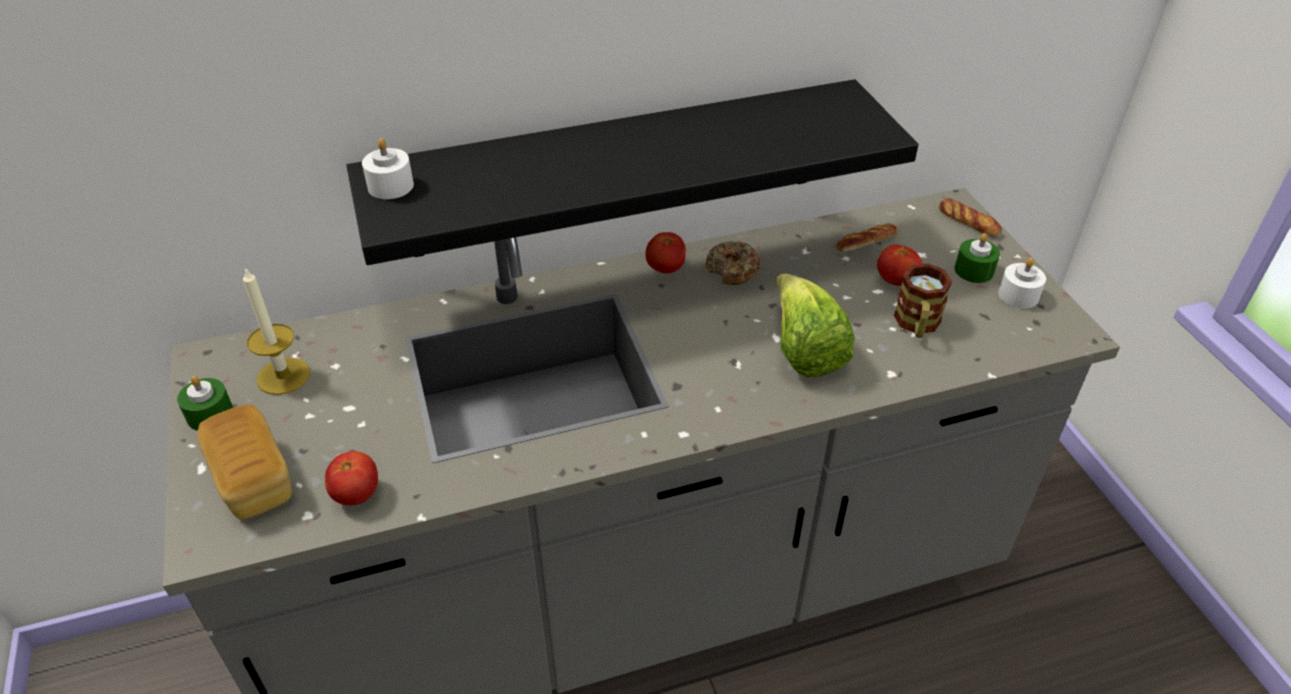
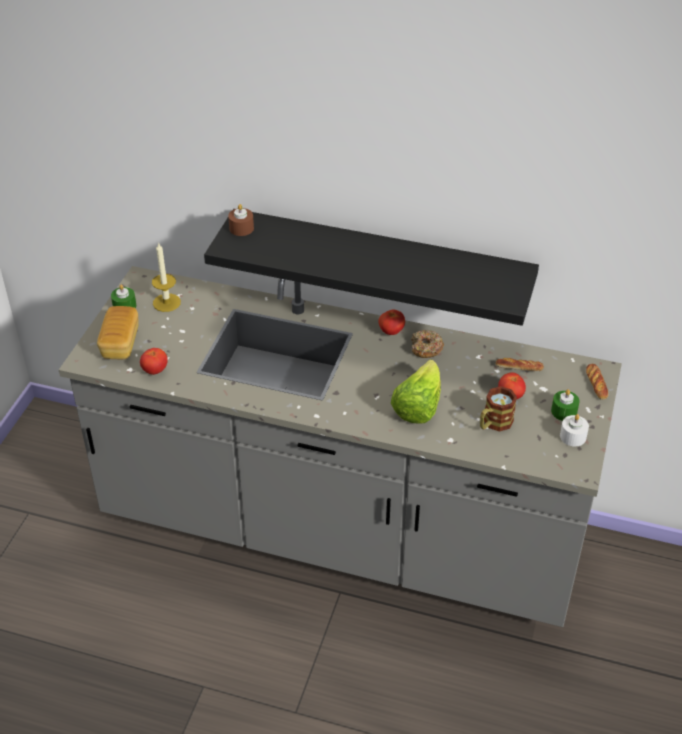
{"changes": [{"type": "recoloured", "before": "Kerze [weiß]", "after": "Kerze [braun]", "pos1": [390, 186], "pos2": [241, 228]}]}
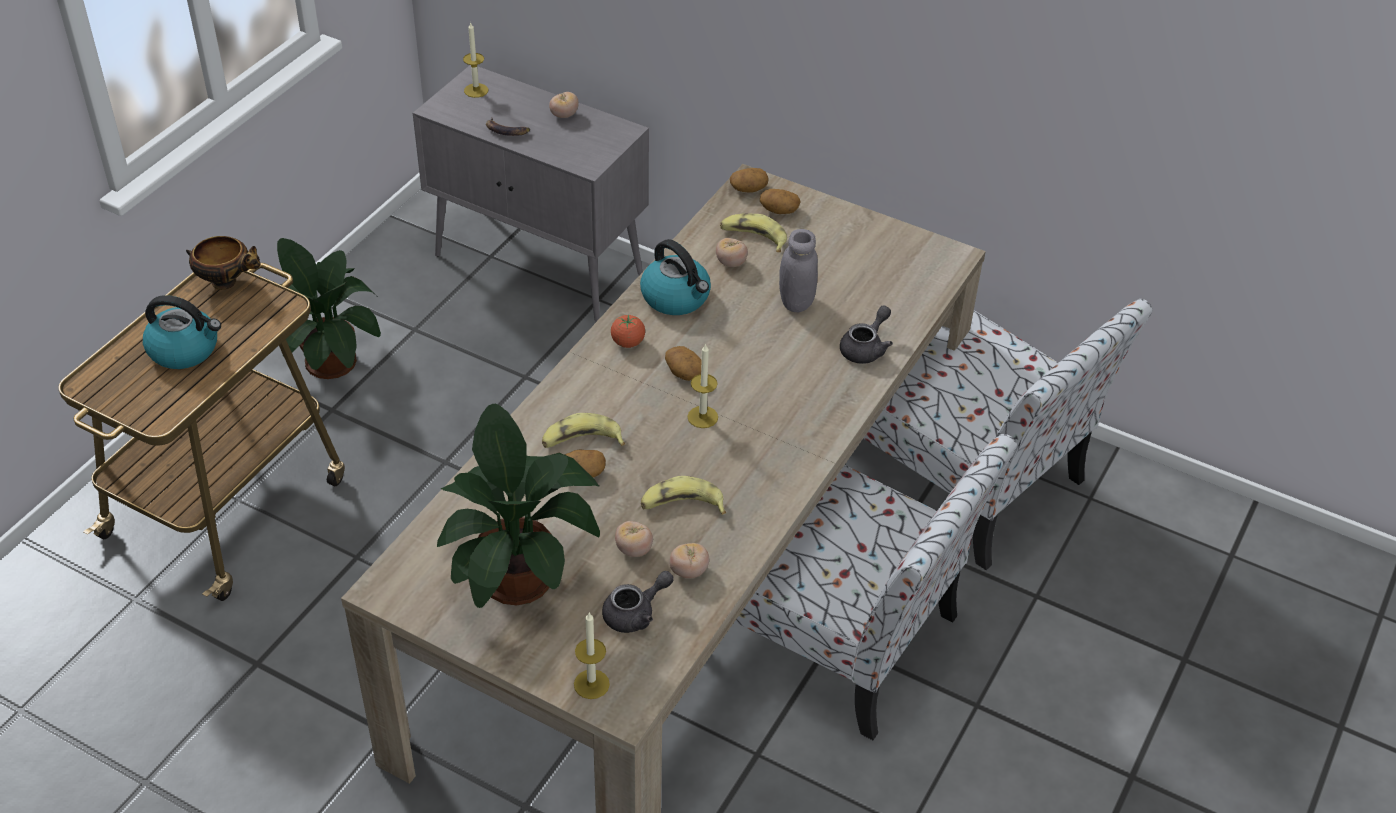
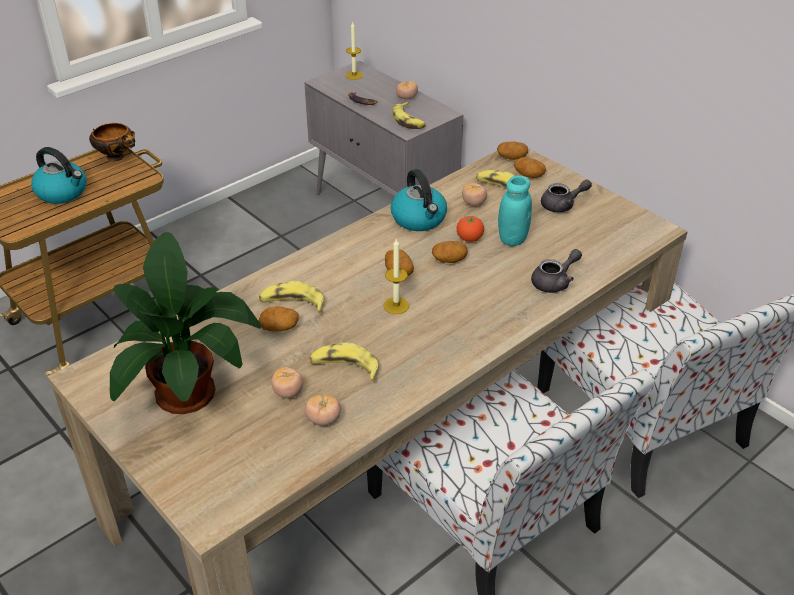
{"changes": [{"type": "removed", "before": "Topfpflanze", "pos1": [329, 358]}, {"type": "removed", "before": "Kerze", "pos1": [591, 684]}, {"type": "moved", "before": "Teekanne [grau]", "pos1": [635, 613], "pos2": [562, 205]}, {"type": "moved", "before": "Tomate", "pos1": [628, 343], "pos2": [469, 239]}, {"type": "recoloured", "before": "Vorratsglas [grau]", "after": "Vorratsglas [türkis]", "pos1": [796, 302], "pos2": [512, 239]}, {"type": "added", "after": "Banane", "pos2": [409, 121]}, {"type": "added", "after": "Kartoffel", "pos2": [449, 259]}]}
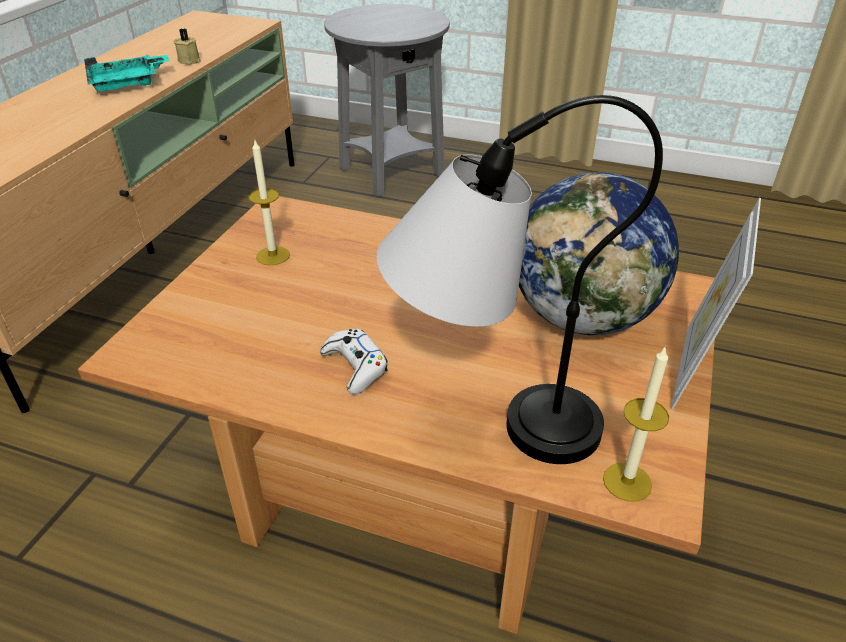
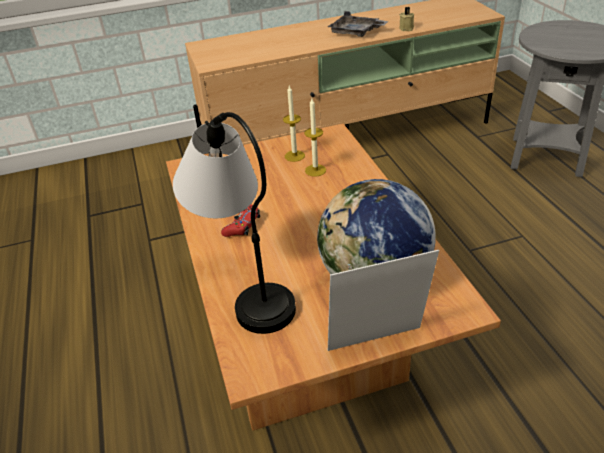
{"changes": [{"type": "recoloured", "before": "Tablett [türkis]", "after": "Tablett [grau]", "pos1": [128, 84], "pos2": [356, 32]}, {"type": "recoloured", "before": "Gamepad [weiß]", "after": "Gamepad [rot]", "pos1": [355, 367], "pos2": [242, 225]}, {"type": "moved", "before": "Kerze", "pos1": [627, 482], "pos2": [315, 170]}]}
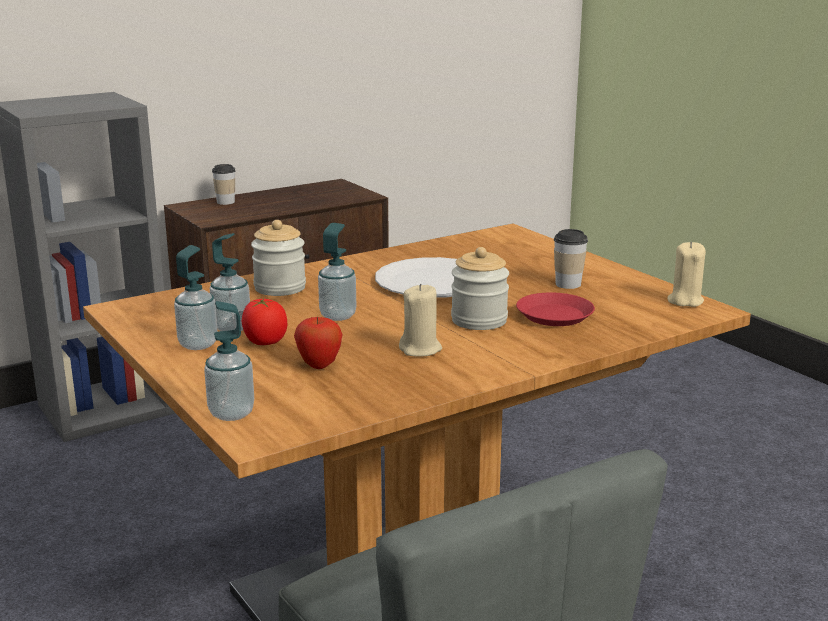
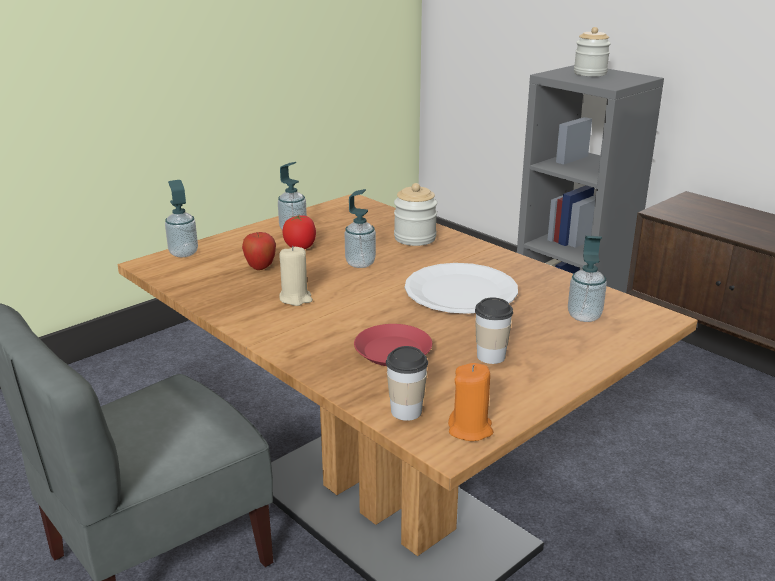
{"changes": [{"type": "moved", "before": "Seifenspender", "pos1": [232, 328], "pos2": [584, 316]}, {"type": "moved", "before": "Tasse", "pos1": [225, 202], "pos2": [406, 411]}, {"type": "moved", "before": "Vorratsglas", "pos1": [479, 320], "pos2": [590, 73]}, {"type": "recoloured", "before": "Kerze [beige]", "after": "Kerze [orange]", "pos1": [685, 301], "pos2": [470, 429]}]}
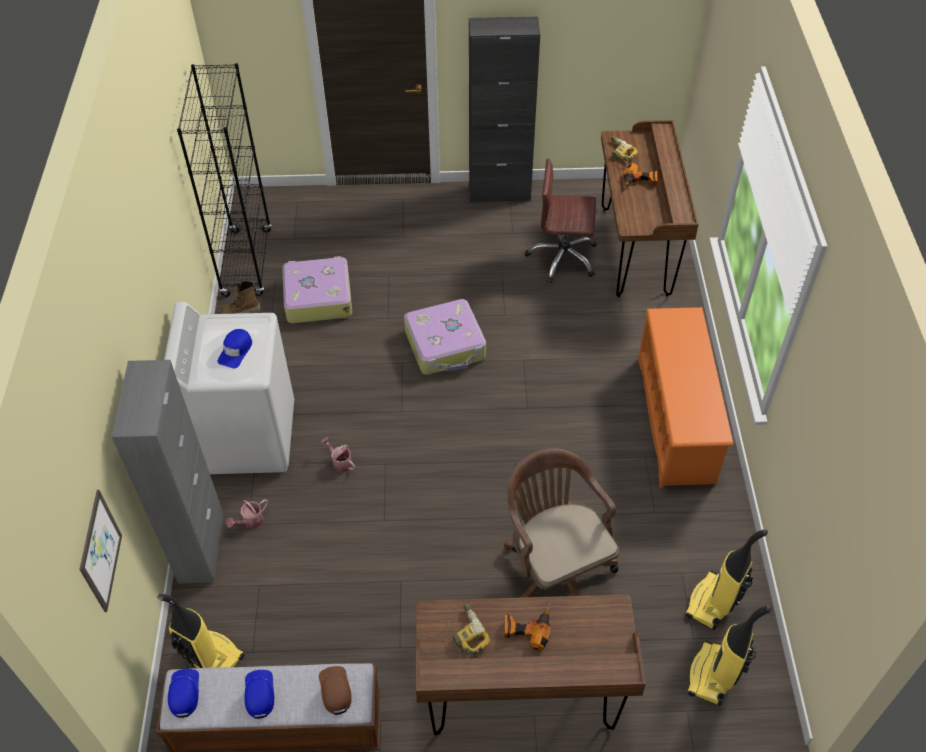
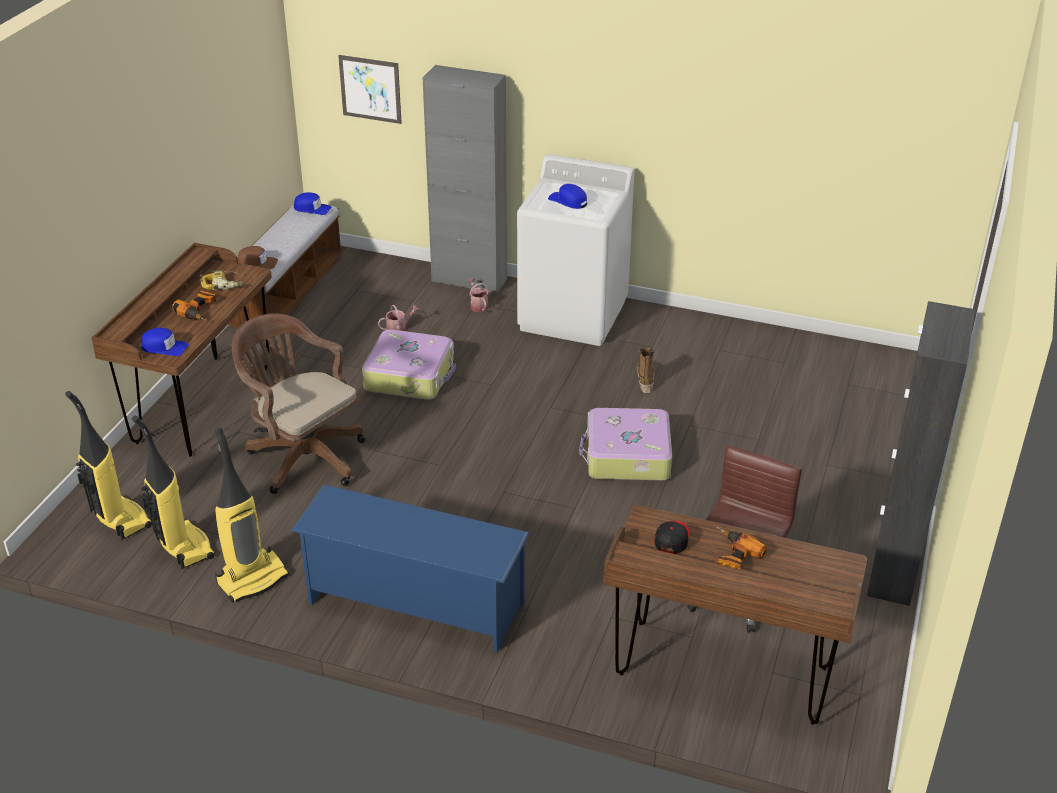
{"changes": [{"type": "moved", "before": "Staubsauger", "pos1": [210, 655], "pos2": [252, 579]}, {"type": "removed", "before": "Bücherregal [schwarz]", "pos1": [247, 263]}, {"type": "moved", "before": "Stiefel", "pos1": [241, 312], "pos2": [645, 380]}, {"type": "moved", "before": "Kappe [blau]", "pos1": [259, 694], "pos2": [164, 347]}, {"type": "moved", "before": "Koffer", "pos1": [317, 297], "pos2": [410, 375]}, {"type": "moved", "before": "Gießkanne", "pos1": [340, 462], "pos2": [399, 329]}, {"type": "turned", "before": "Bürostuhl [braun]", "pos1": [554, 569], "pos2": [303, 456], "turn": -135}, {"type": "removed", "before": "Bohrmaschine", "pos1": [618, 153]}, {"type": "recoloured", "before": "Schuhregal [orange]", "after": "Schuhregal [blau]", "pos1": [675, 420], "pos2": [414, 603]}, {"type": "added", "after": "Kappe [schwarz]", "pos2": [672, 539]}]}
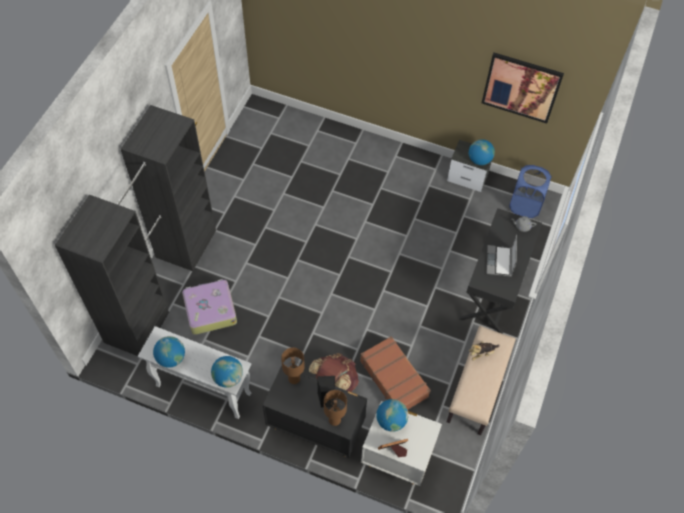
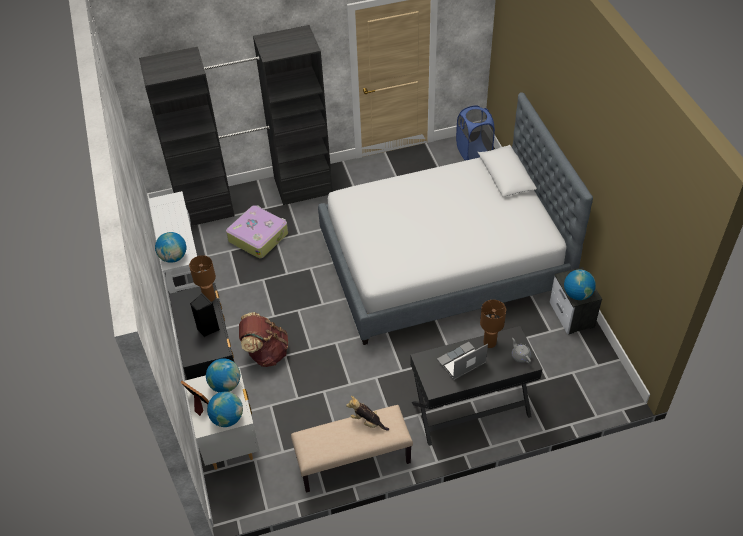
{"changes": [{"type": "moved", "before": "Globus", "pos1": [171, 358], "pos2": [227, 418]}, {"type": "moved", "before": "Tischlampe [braun]", "pos1": [334, 420], "pos2": [489, 343]}, {"type": "removed", "before": "Koffer [braun]", "pos1": [394, 378]}, {"type": "removed", "before": "Bild", "pos1": [521, 87]}, {"type": "moved", "before": "Wäschekorb [blau]", "pos1": [525, 205], "pos2": [473, 152]}, {"type": "added", "after": "Bett", "pos2": [443, 262]}]}
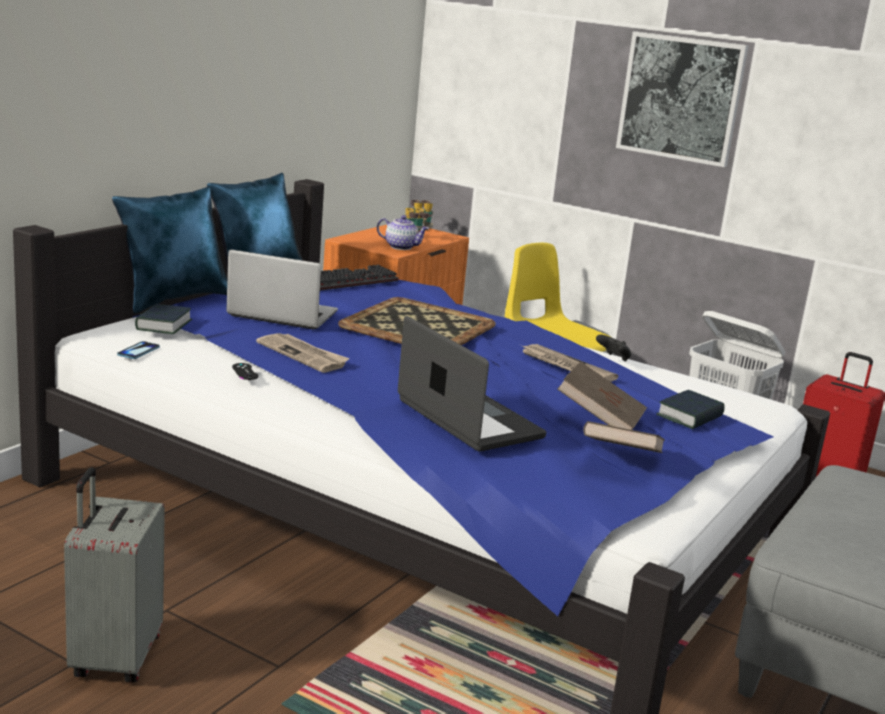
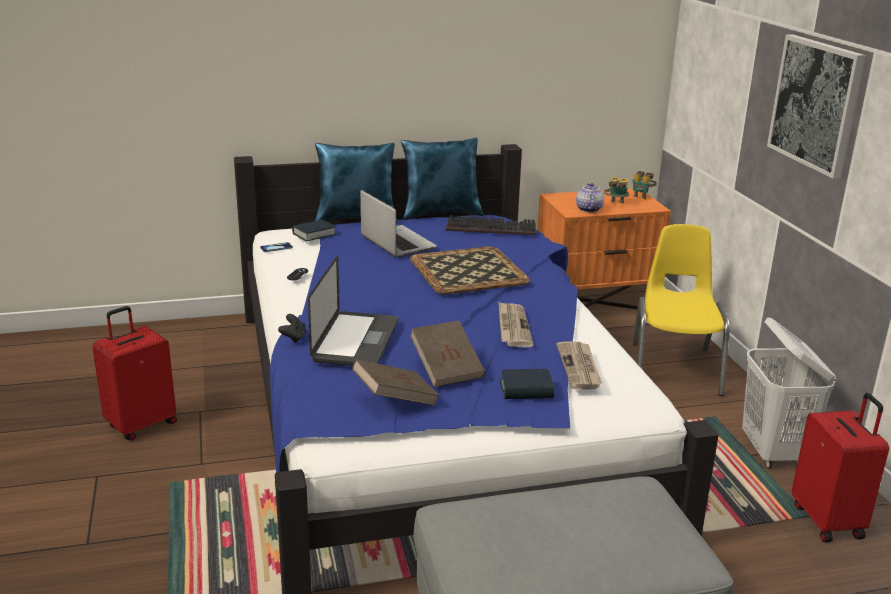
{"changes": [{"type": "recoloured", "before": "Koffer [grau]", "after": "Koffer [rot]", "pos1": [114, 658], "pos2": [141, 424]}, {"type": "moved", "before": "Zeitung", "pos1": [303, 355], "pos2": [580, 367]}, {"type": "turned", "before": "Teekanne", "pos1": [401, 247], "pos2": [588, 209], "turn": -150}, {"type": "moved", "before": "Gamepad [schwarz]", "pos1": [613, 358], "pos2": [293, 338]}]}
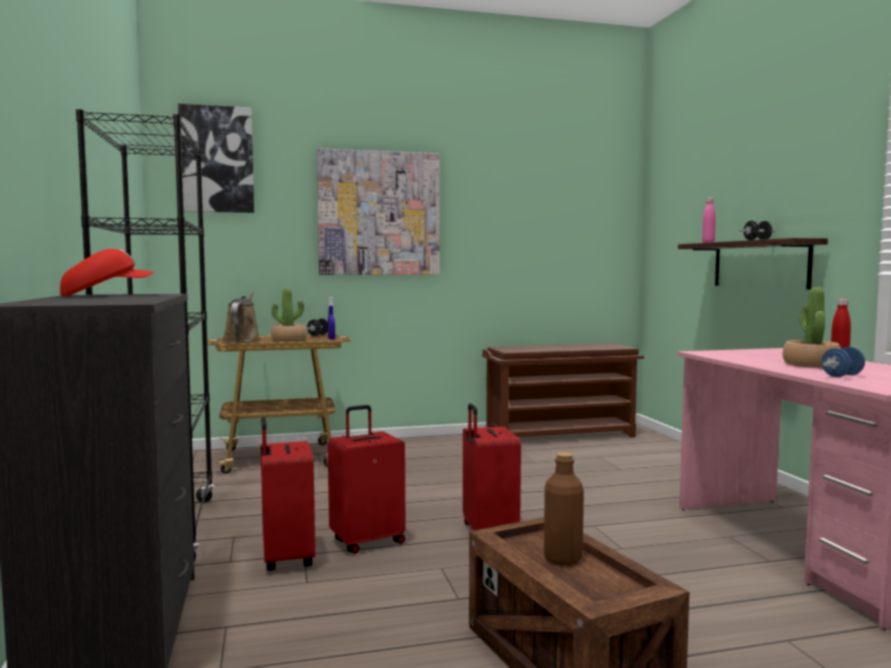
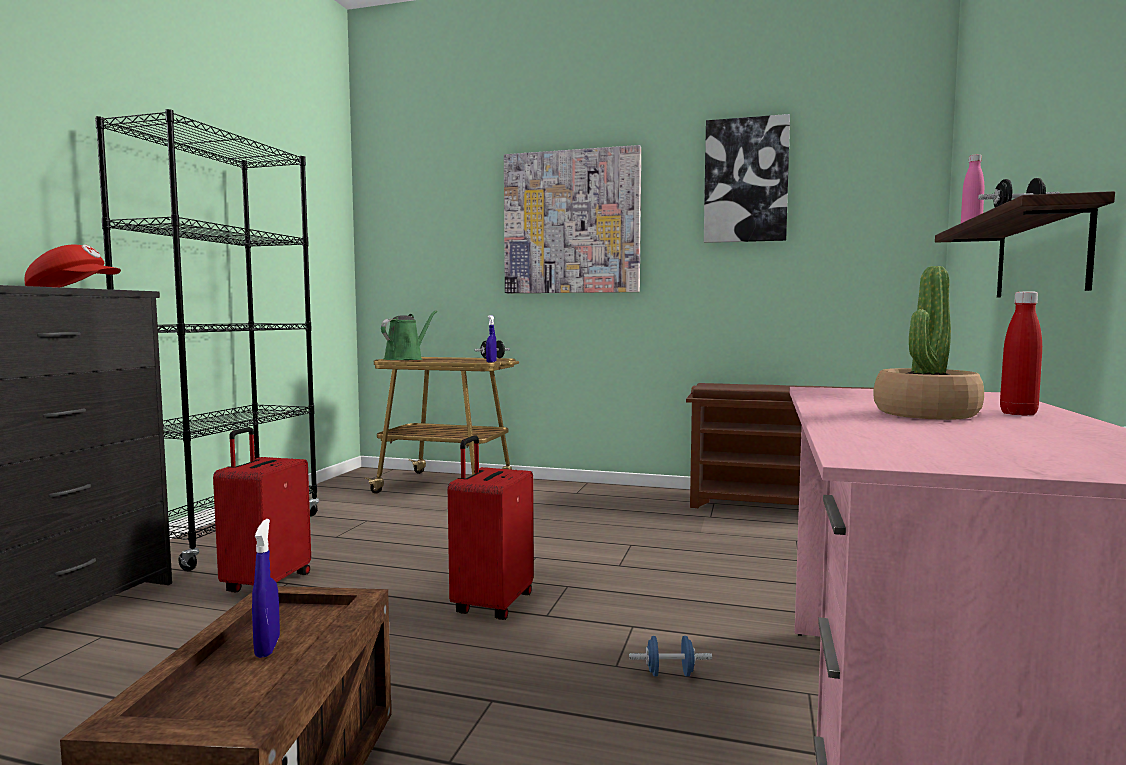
{"changes": [{"type": "moved", "before": "Bild", "pos1": [217, 159], "pos2": [745, 181]}, {"type": "recoloured", "before": "Gießkanne [braun]", "after": "Gießkanne [grün]", "pos1": [242, 340], "pos2": [406, 359]}, {"type": "removed", "before": "Topfpflanze", "pos1": [289, 340]}, {"type": "removed", "before": "Koffer [rot]", "pos1": [367, 541]}, {"type": "replaced", "before": "Flasche [braun]", "after": "Sprühflasche [blau]", "pos1": [562, 558], "pos2": [267, 647]}, {"type": "moved", "before": "Hantel [blau]", "pos1": [842, 376], "pos2": [670, 674]}]}
